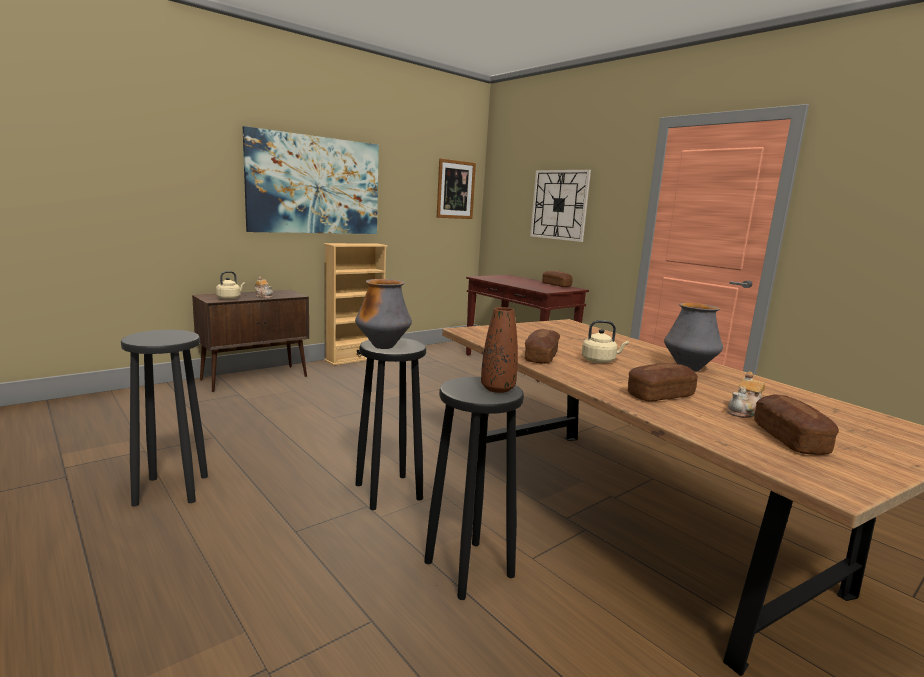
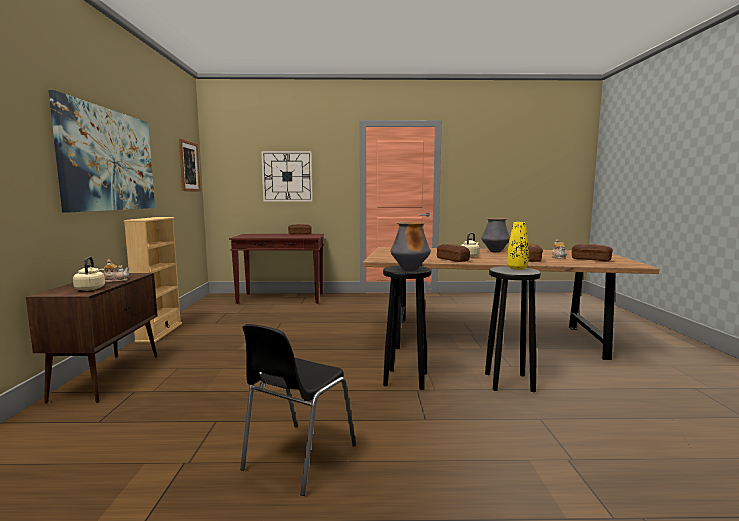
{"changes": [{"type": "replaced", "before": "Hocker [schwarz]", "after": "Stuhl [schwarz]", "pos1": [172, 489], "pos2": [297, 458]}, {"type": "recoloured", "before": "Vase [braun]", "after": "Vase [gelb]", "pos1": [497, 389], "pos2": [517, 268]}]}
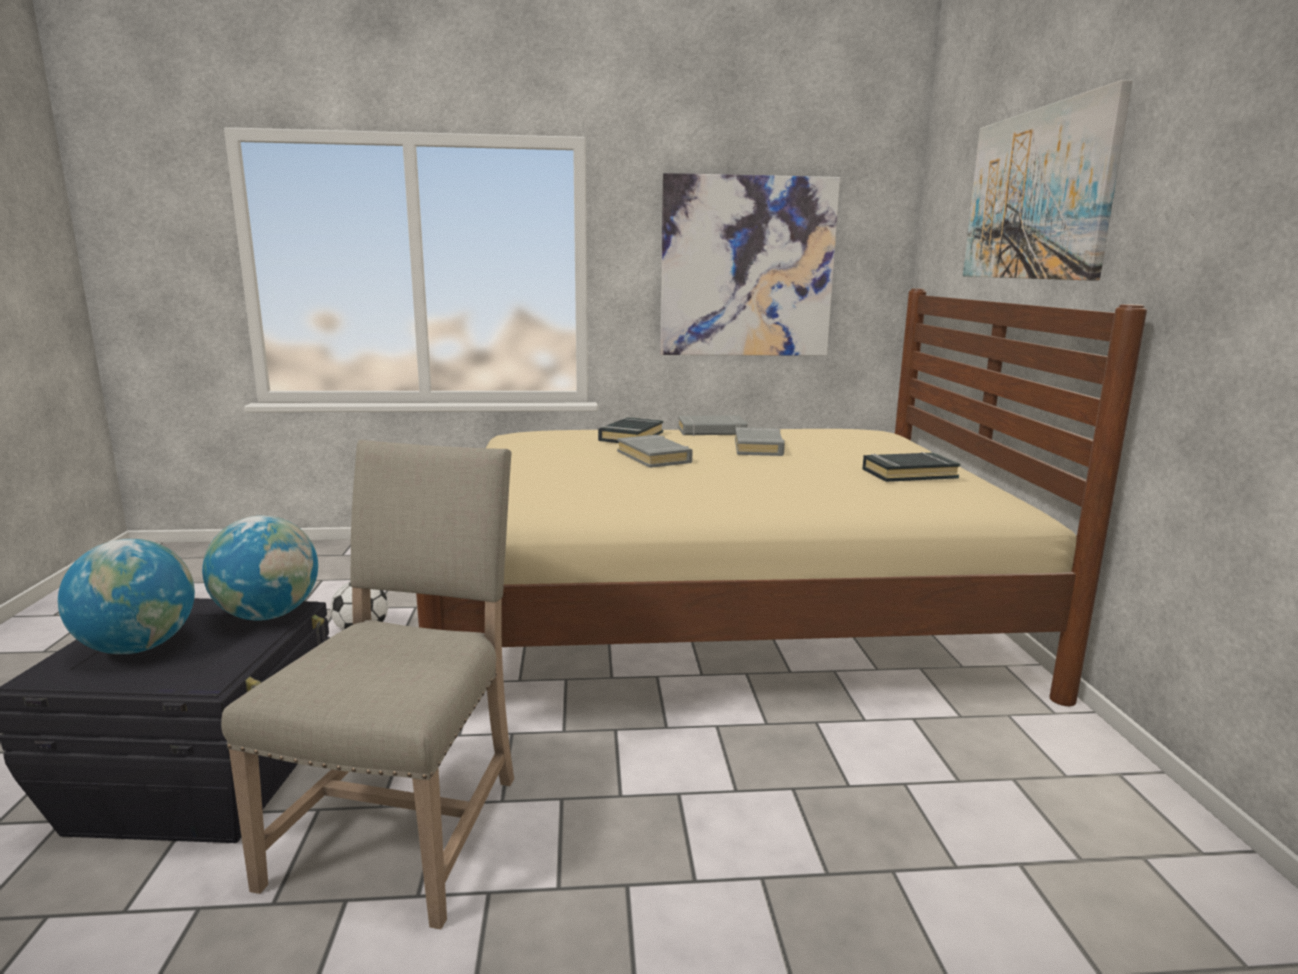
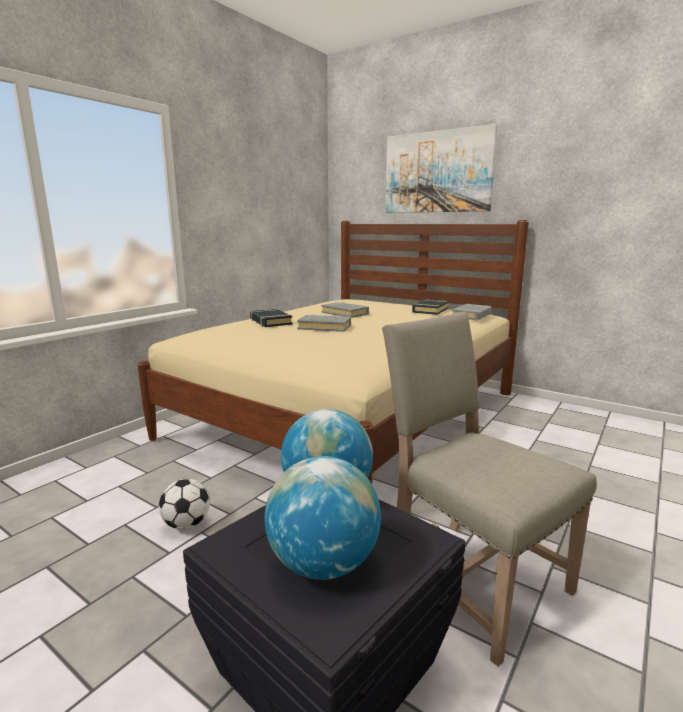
{"changes": [{"type": "removed", "before": "Bild", "pos1": [747, 267]}, {"type": "moved", "before": "Buch [grau]", "pos1": [711, 431], "pos2": [471, 315]}]}
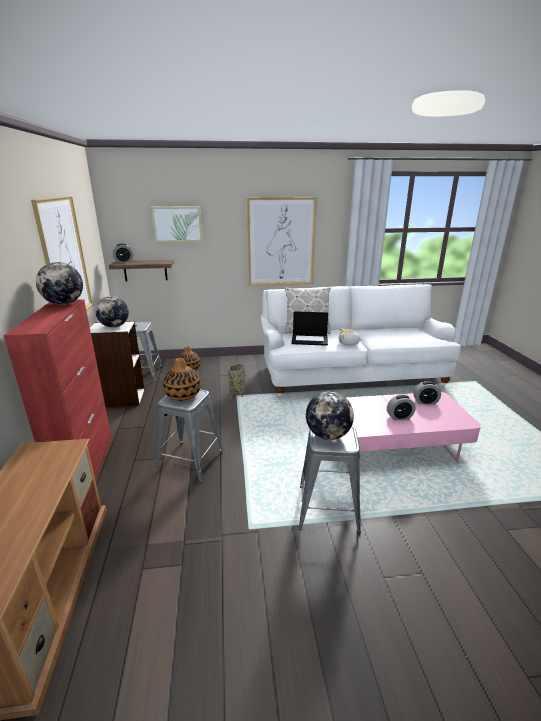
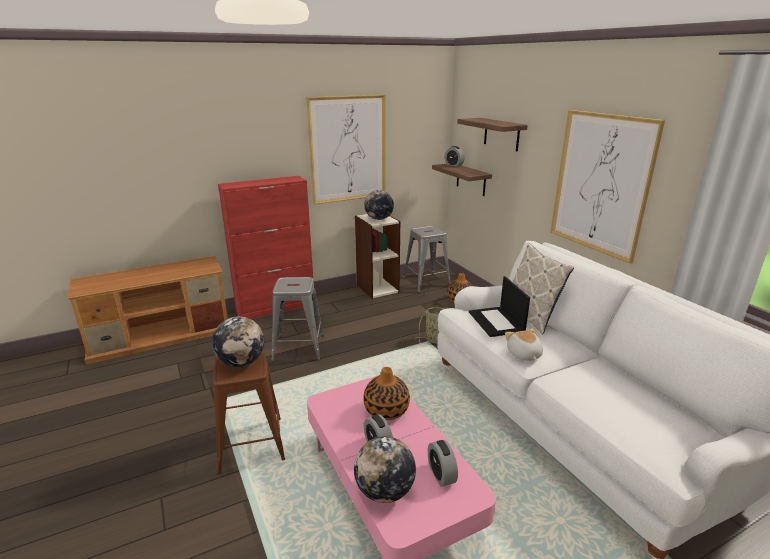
{"changes": [{"type": "moved", "before": "Globus", "pos1": [64, 304], "pos2": [384, 491]}, {"type": "replaced", "before": "Bild", "after": "Wandregal", "pos1": [177, 224], "pos2": [501, 134]}, {"type": "moved", "before": "Vase", "pos1": [183, 395], "pos2": [386, 410]}, {"type": "recoloured", "before": "Hocker [grau]", "after": "Hocker [braun]", "pos1": [328, 508], "pos2": [251, 444]}]}
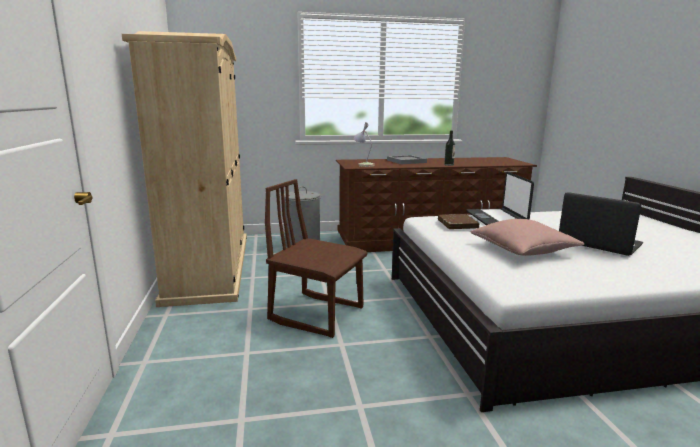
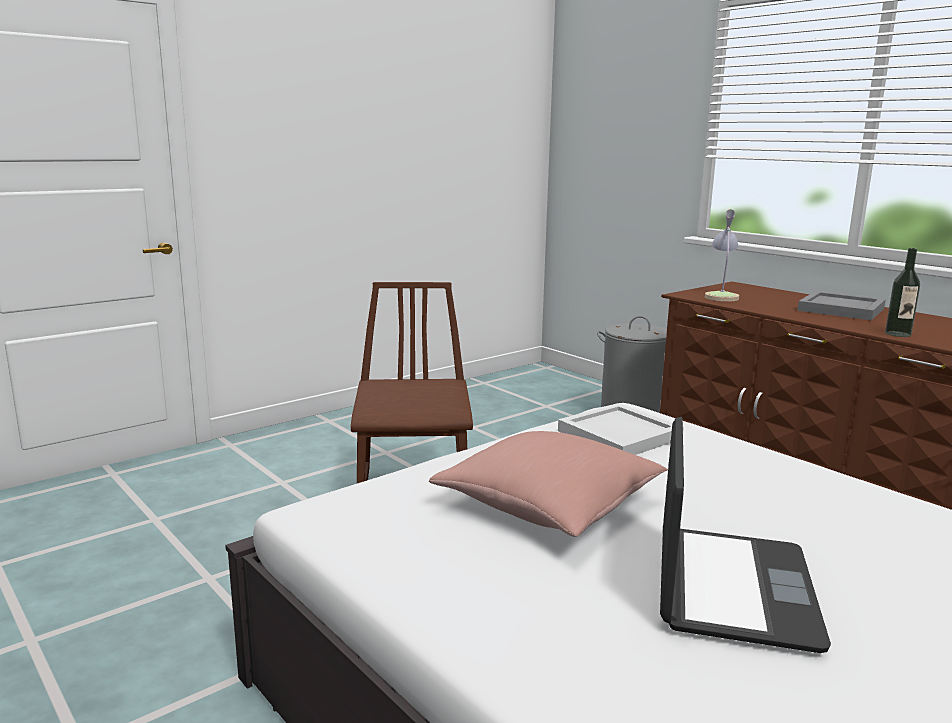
{"changes": [{"type": "removed", "before": "Kleiderschrank [beige]", "pos1": [209, 266]}, {"type": "replaced", "before": "Buch [braun]", "after": "Tablett [weiß]", "pos1": [457, 224], "pos2": [621, 435]}, {"type": "removed", "before": "Laptop", "pos1": [496, 218]}]}
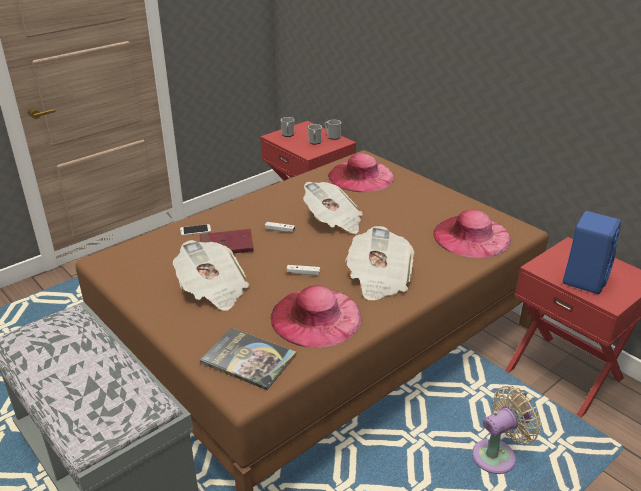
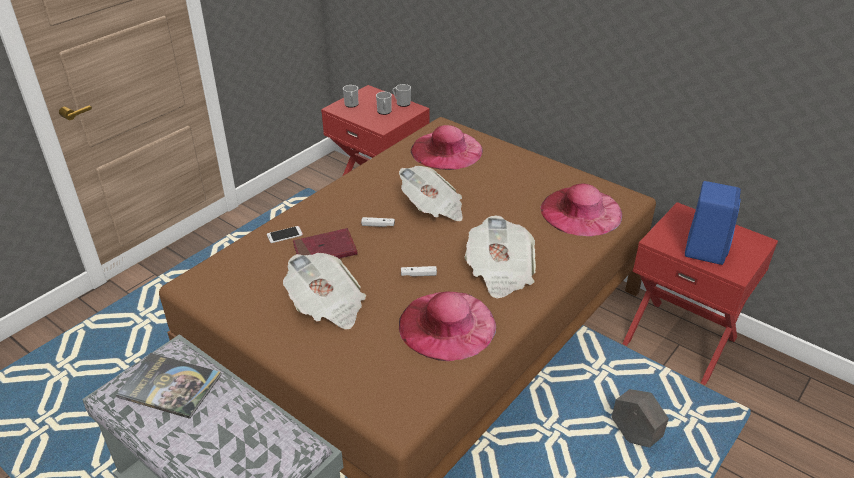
{"changes": [{"type": "moved", "before": "Buch", "pos1": [248, 359], "pos2": [170, 386]}, {"type": "replaced", "before": "Ventilator [beige]", "after": "Pflanzkübel [grau]", "pos1": [498, 455], "pos2": [634, 436]}]}
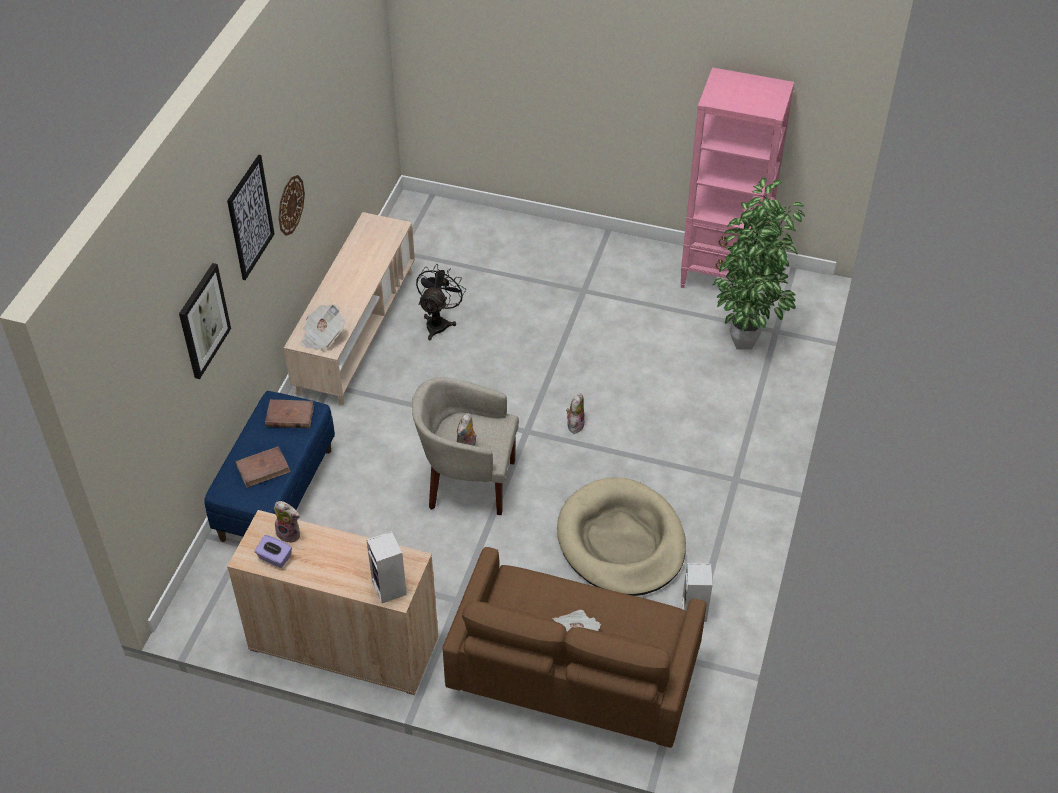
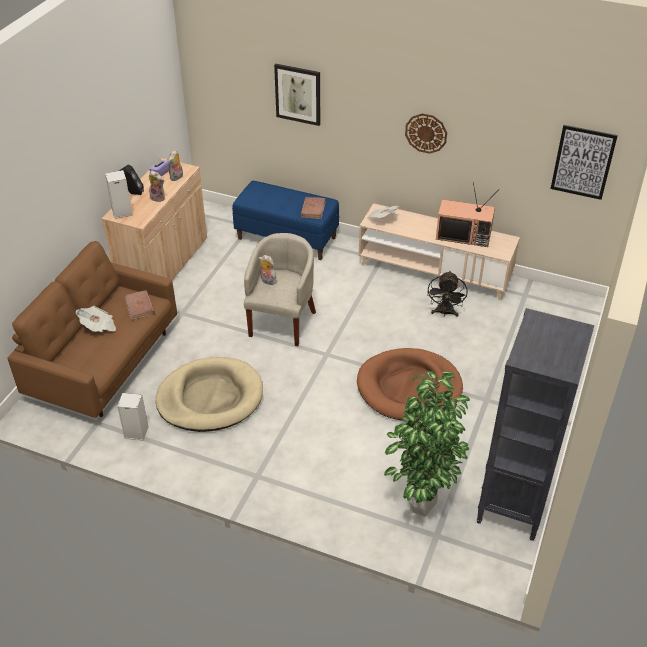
{"changes": [{"type": "moved", "before": "Bild", "pos1": [250, 217], "pos2": [583, 162]}, {"type": "moved", "before": "Buch [braun]", "pos1": [263, 468], "pos2": [139, 306]}, {"type": "turned", "before": "Ventilator [schwarz]", "pos1": [439, 322], "pos2": [444, 313], "turn": 75}, {"type": "moved", "before": "Plüschtier", "pos1": [575, 424], "pos2": [158, 197]}, {"type": "recoloured", "before": "Bücherregal [rosa]", "after": "Bücherregal [schwarz]", "pos1": [723, 276], "pos2": [513, 504]}, {"type": "added", "after": "Lautsprecher [schwarz]", "pos2": [133, 193]}, {"type": "added", "after": "Hundebett [braun]", "pos2": [409, 388]}, {"type": "added", "after": "Fernseher", "pos2": [464, 235]}]}
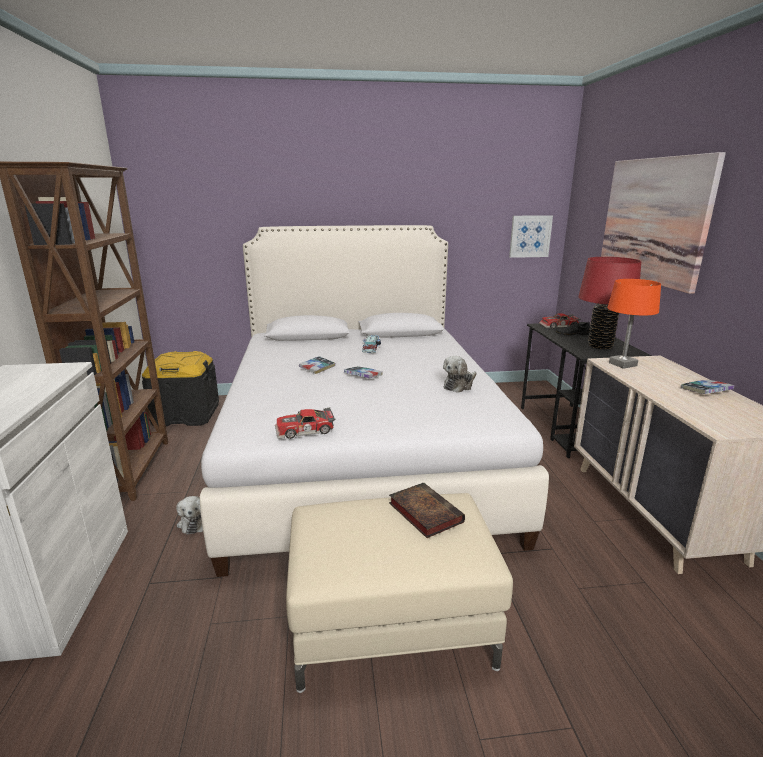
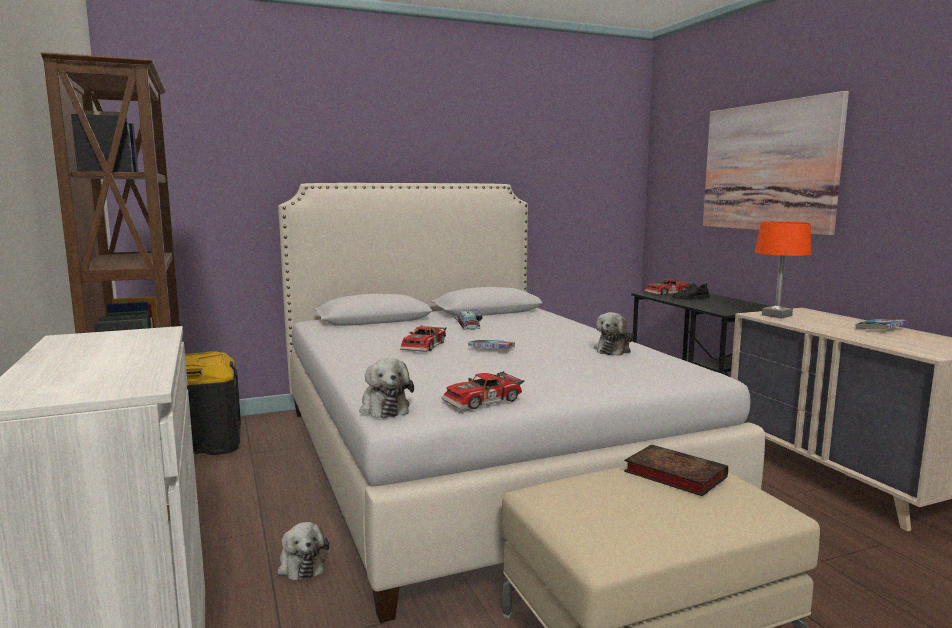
{"changes": [{"type": "replaced", "before": "Buch", "after": "Spielzeugauto", "pos1": [317, 368], "pos2": [425, 346]}, {"type": "removed", "before": "Bild", "pos1": [530, 236]}, {"type": "removed", "before": "Tischlampe [rot]", "pos1": [600, 346]}, {"type": "added", "after": "Plüschtier", "pos2": [383, 408]}]}
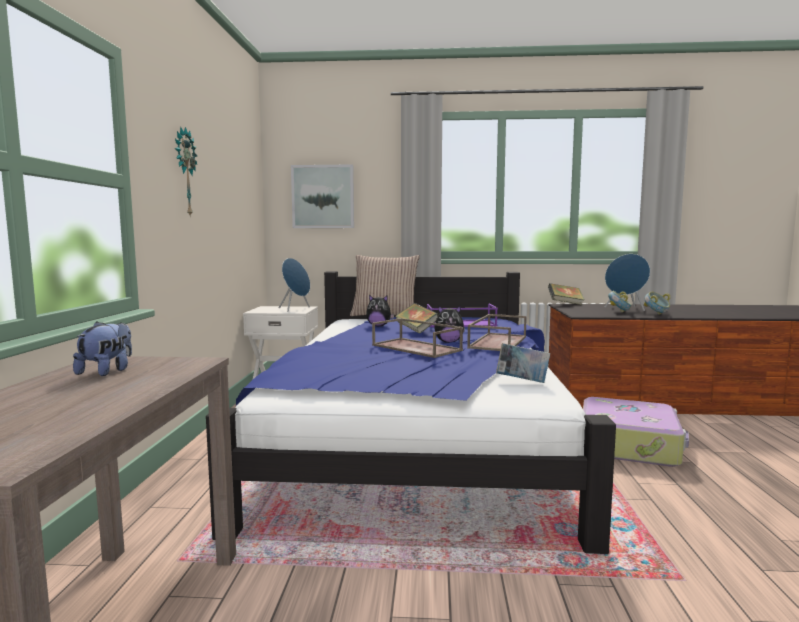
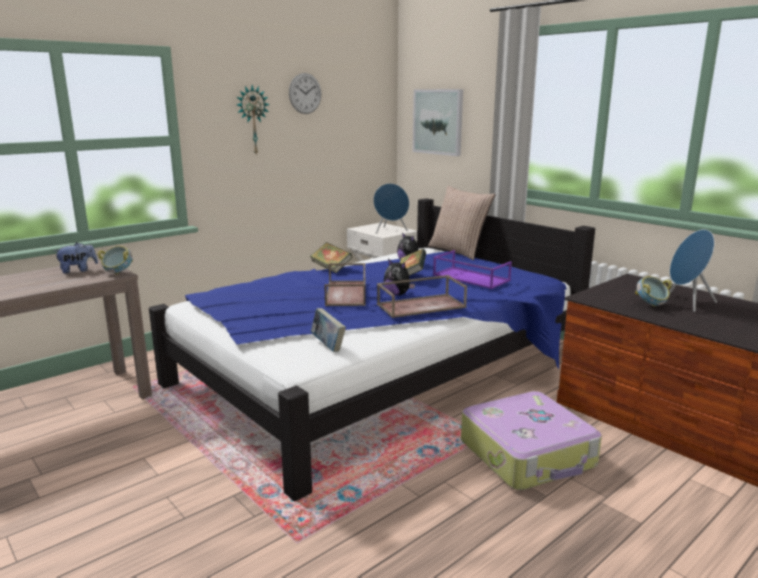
{"changes": [{"type": "moved", "before": "Buch", "pos1": [565, 304], "pos2": [331, 268]}, {"type": "moved", "before": "Schüssel", "pos1": [656, 314], "pos2": [118, 273]}, {"type": "added", "after": "Wanduhr", "pos2": [305, 93]}]}
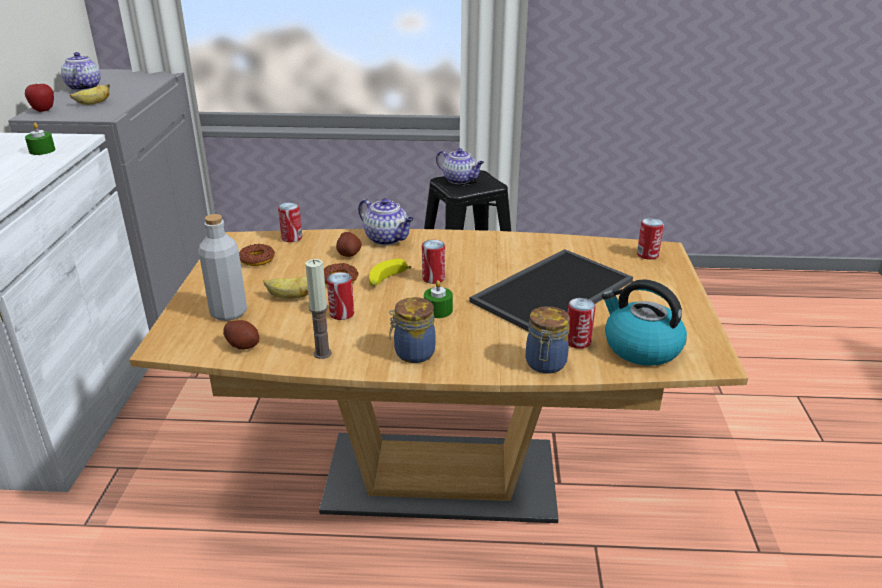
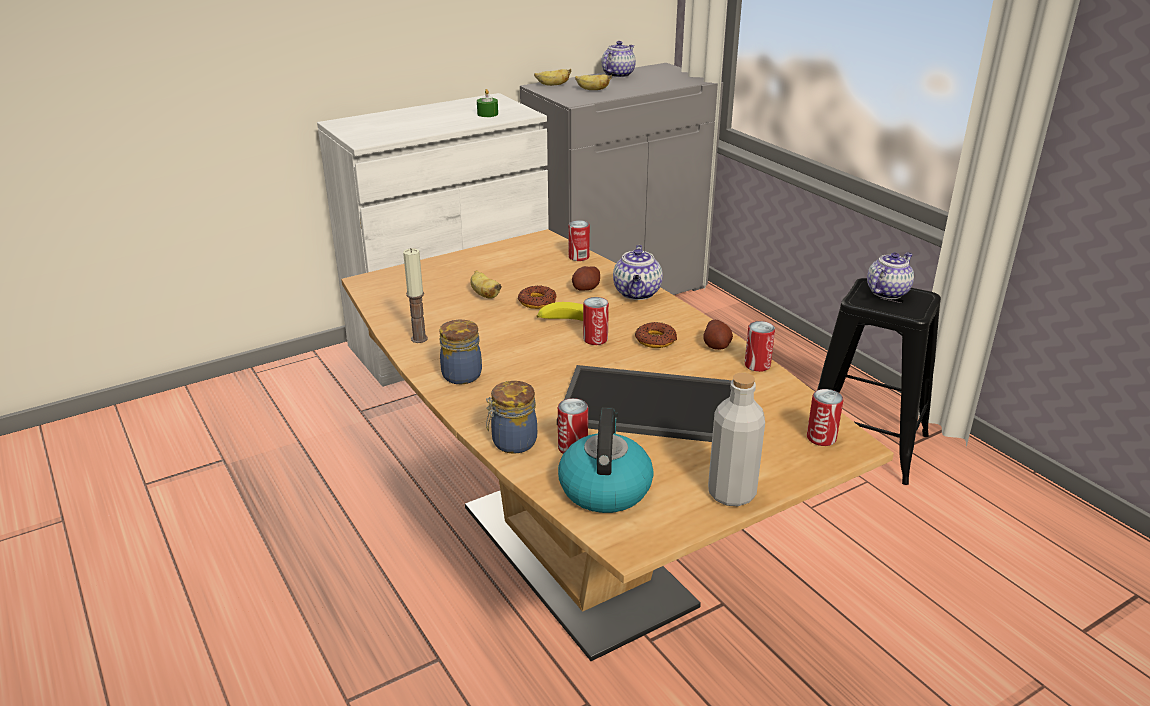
{"changes": [{"type": "replaced", "before": "Apfel", "after": "Banane", "pos1": [43, 110], "pos2": [552, 85]}, {"type": "moved", "before": "Flasche [grau]", "pos1": [228, 312], "pos2": [731, 493]}, {"type": "moved", "before": "Kartoffel", "pos1": [243, 345], "pos2": [716, 345]}, {"type": "moved", "before": "Donut", "pos1": [257, 259], "pos2": [655, 340]}, {"type": "moved", "before": "Dose", "pos1": [342, 314], "pos2": [757, 365]}, {"type": "removed", "before": "Kerze [grün]", "pos1": [438, 310]}, {"type": "turned", "before": "Teekanne", "pos1": [460, 180], "pos2": [887, 292], "turn": -135}]}
